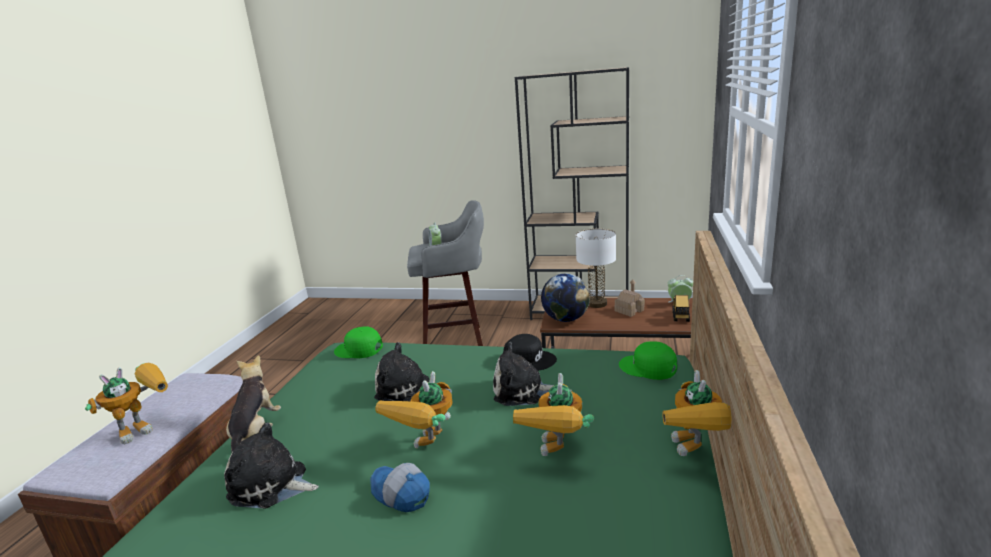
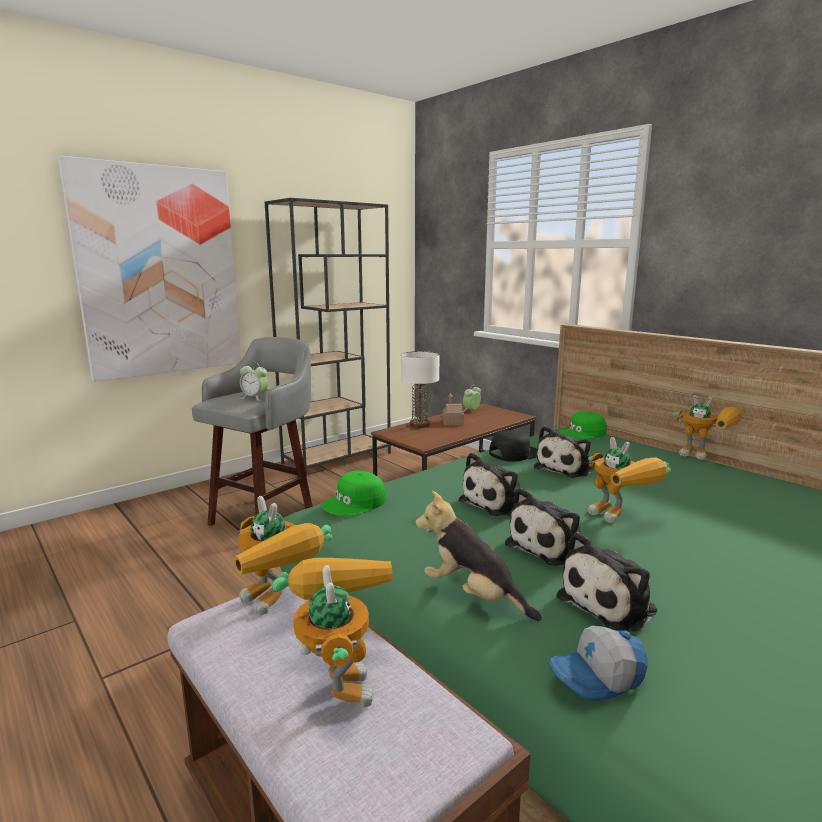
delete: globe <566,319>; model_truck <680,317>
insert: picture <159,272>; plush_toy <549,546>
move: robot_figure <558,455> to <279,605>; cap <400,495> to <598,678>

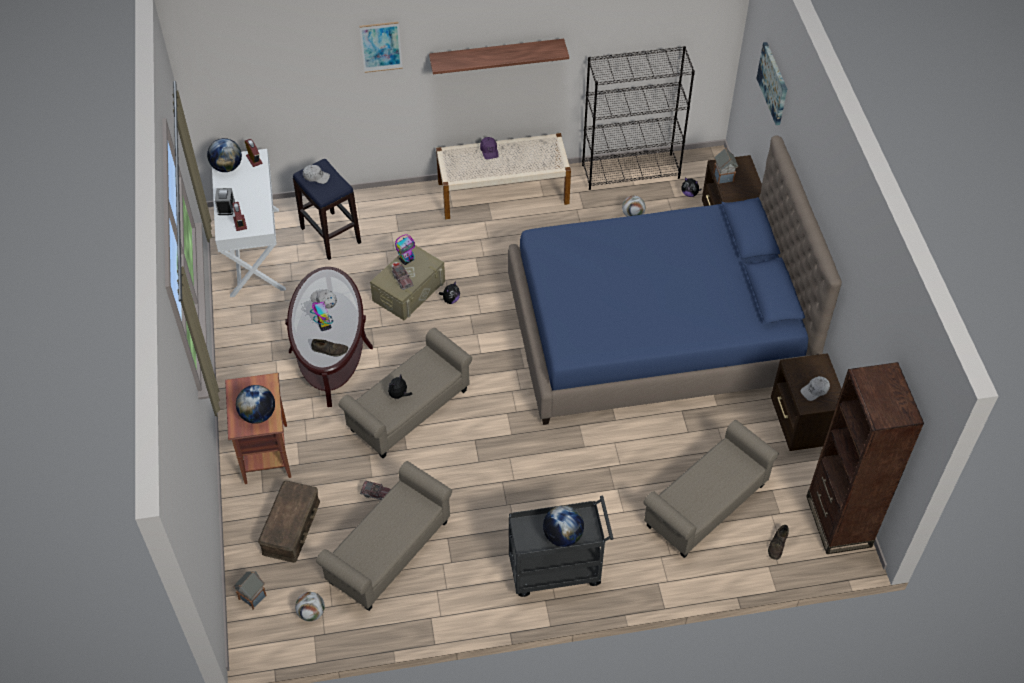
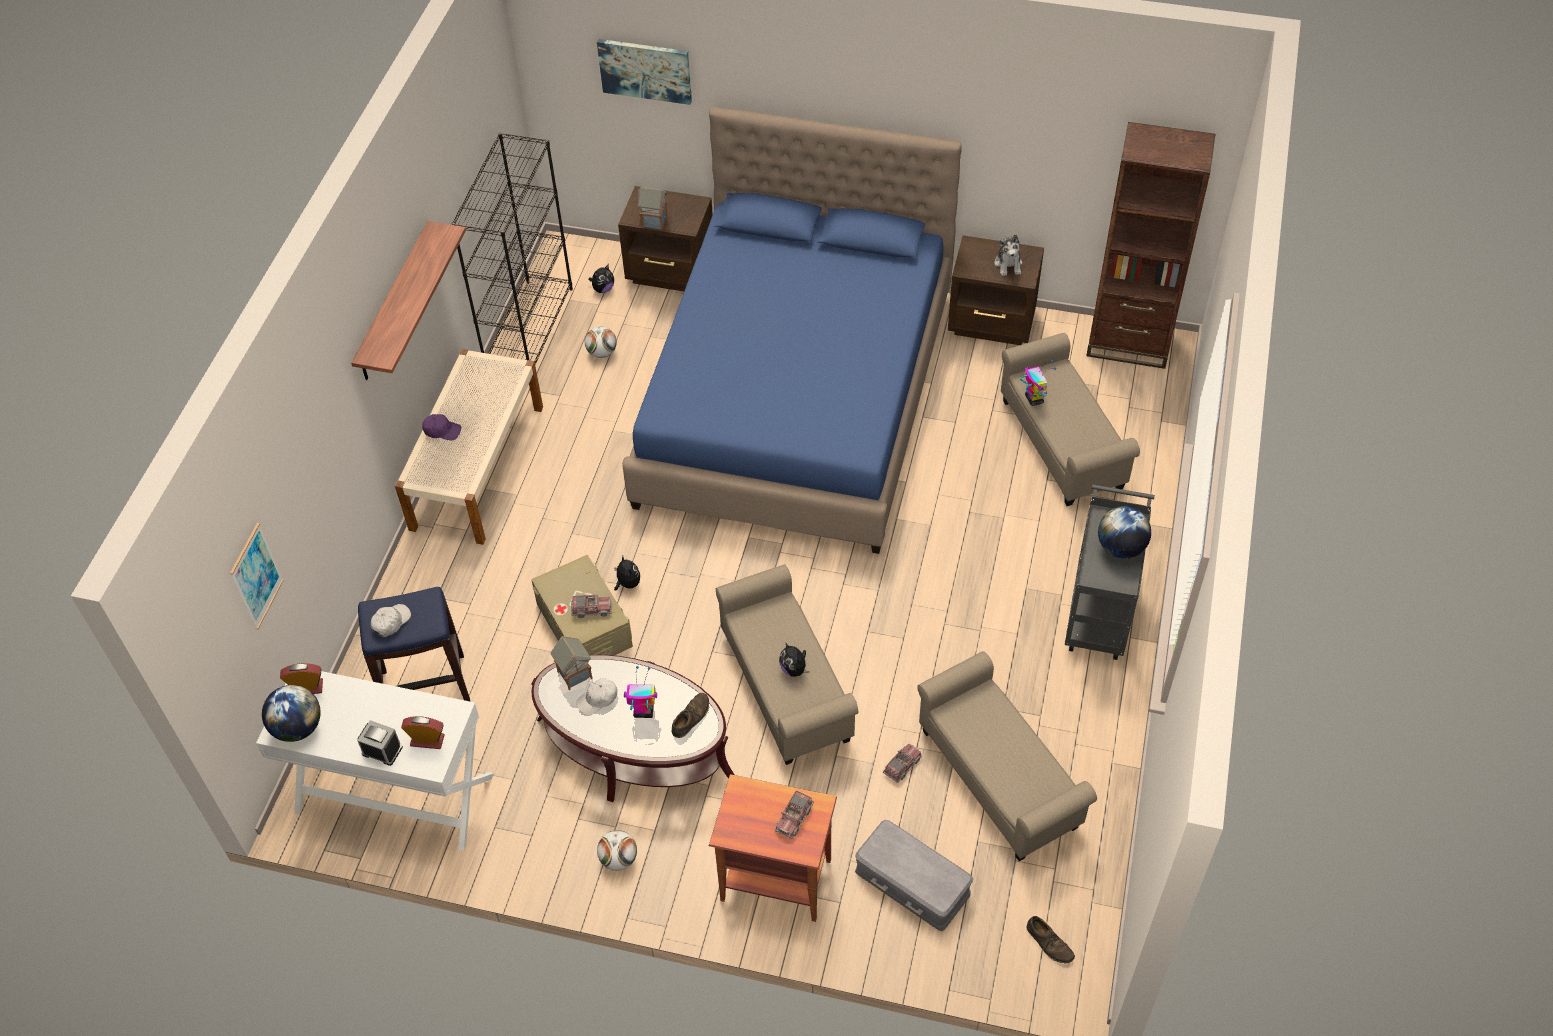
move: picture <381,47> to <256,576>; model_house <253,596> to <574,674>; ball_for_football <311,613> to <618,859>; robot_figure <407,260> to <1033,399>; brownish_shoe <778,544> to <1049,943>
replace: globe <258,415> to model_truck <794,818>; white_cap <815,390> to plush_toy <1008,264>
recolor: brownish_storage_bin <292,527> to gray_storage_bin <913,881>

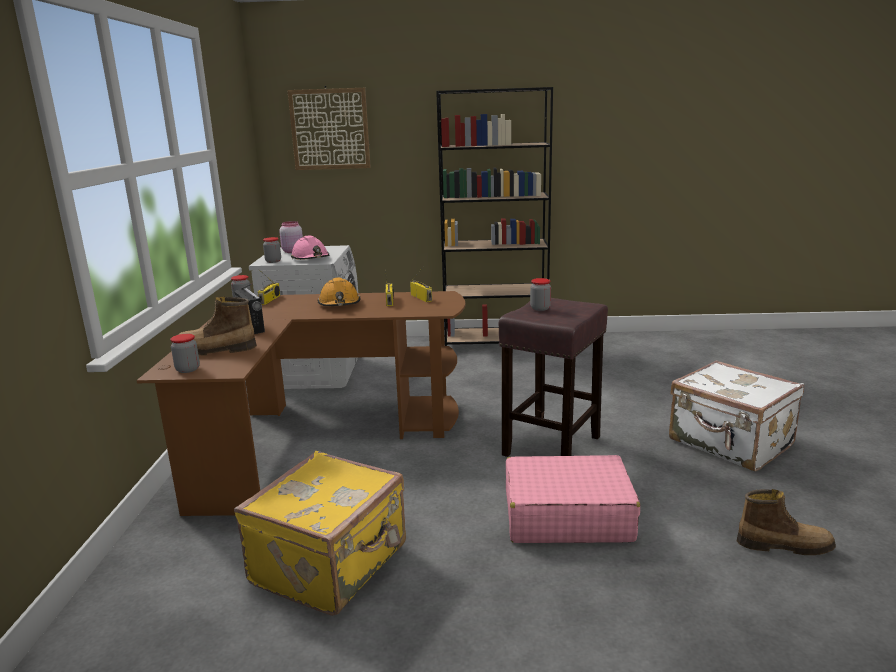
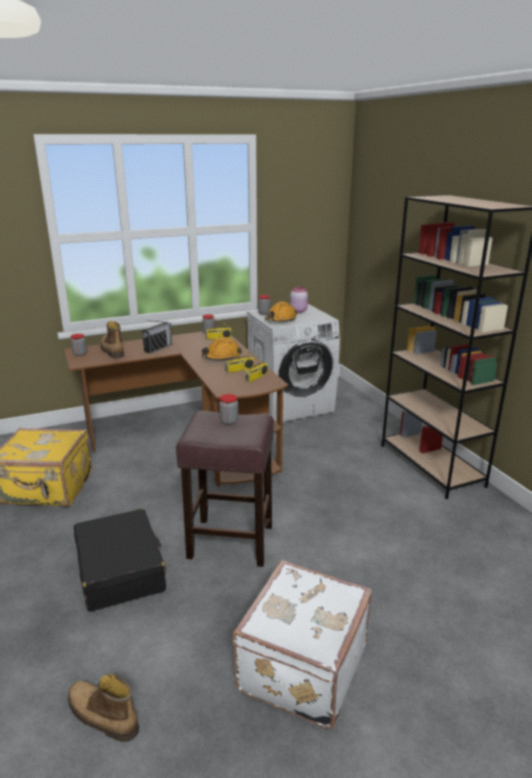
delete: picture <329,128>
recolor: pink_travel_case <566,515> to blackish_travel_case <120,569>; pink_hard_hat <311,259> to orangey_hard_hat <280,320>
rotate: tall_boot <783,545> = <101,717> 135 degrees clockwise

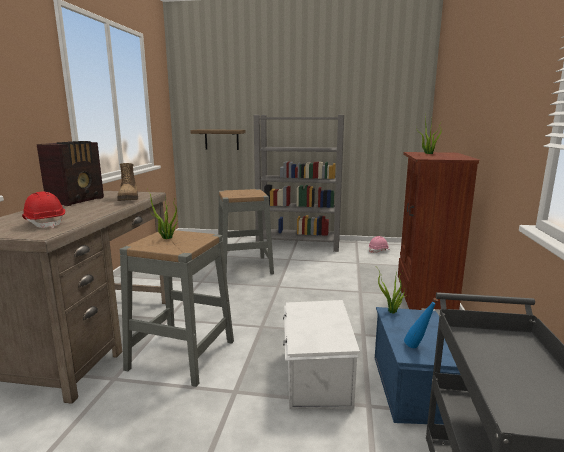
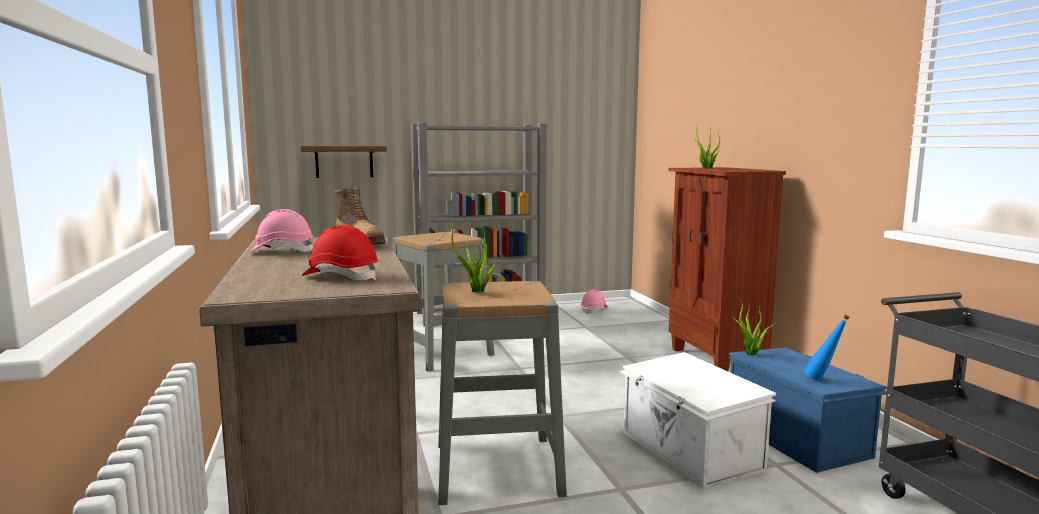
replace: radio <77,200> to pink_hard_hat <282,251>

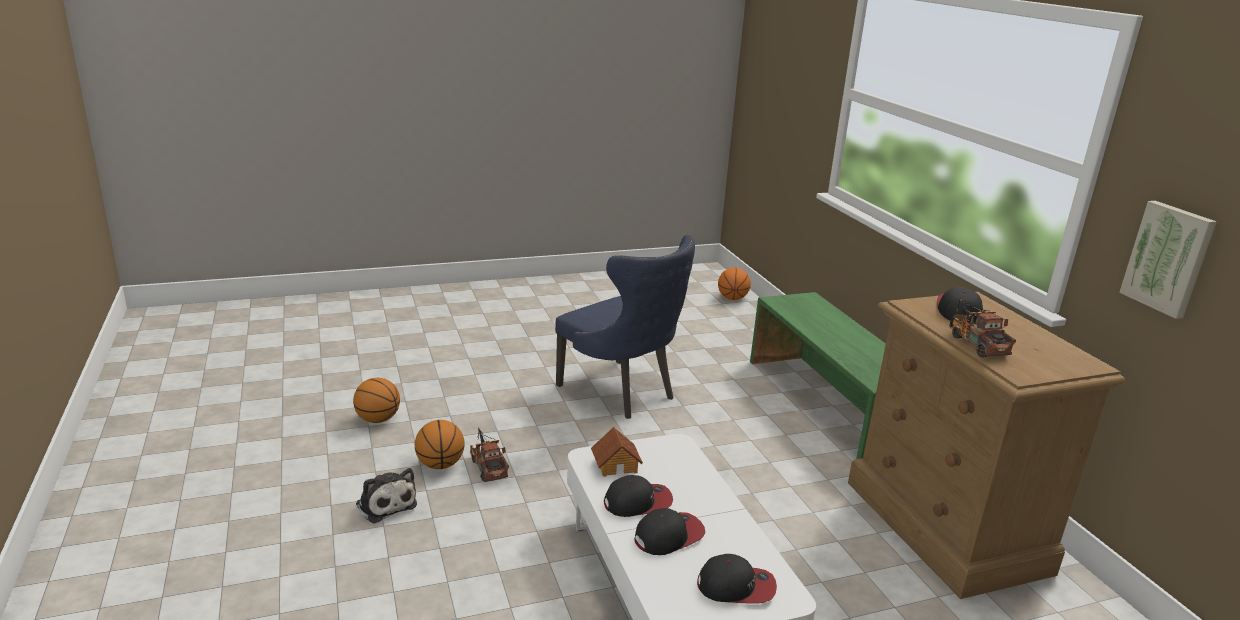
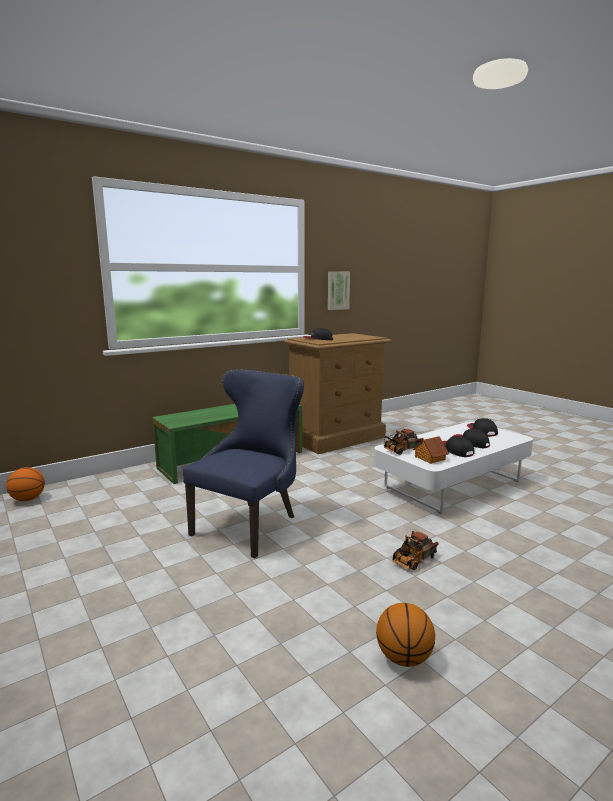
delete: plush_toy <385,503>; ball_for_basketball <440,464>
move: model_truck <975,343> to <401,450>

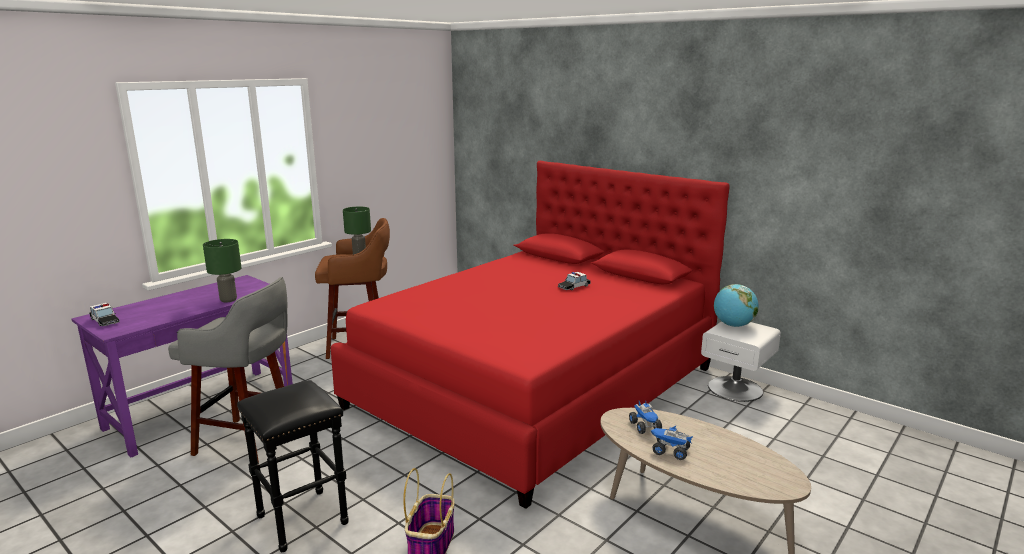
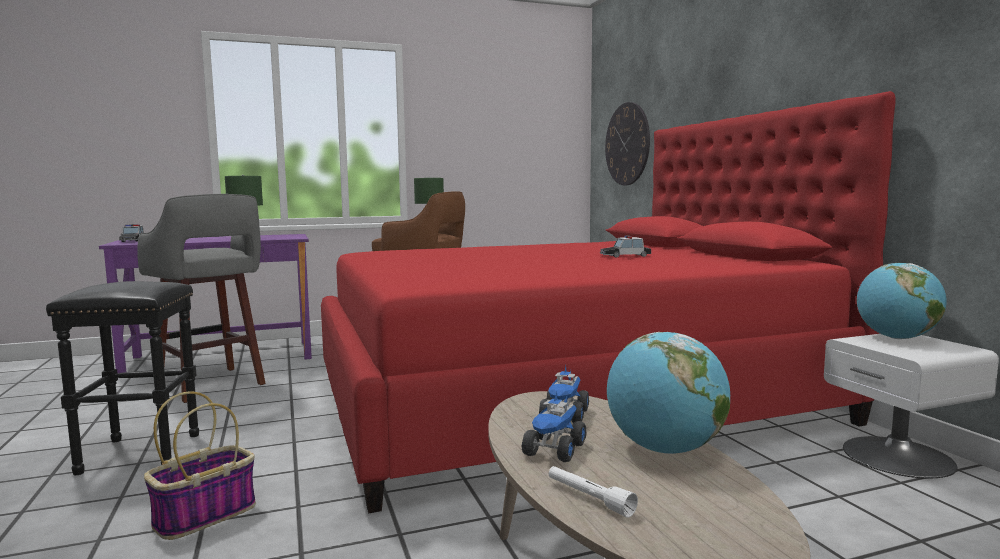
insert: white_hand_torch <589,498>; wall_clock <627,144>; globe <665,450>
rotate: model_truck <670,452> = <555,450> 120 degrees counterclockwise

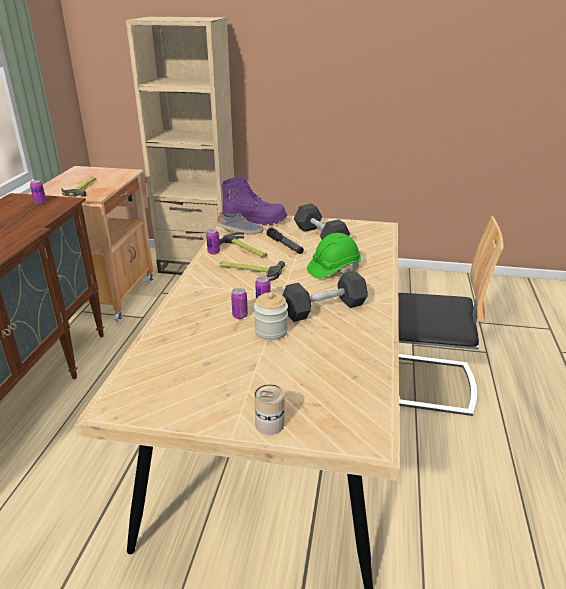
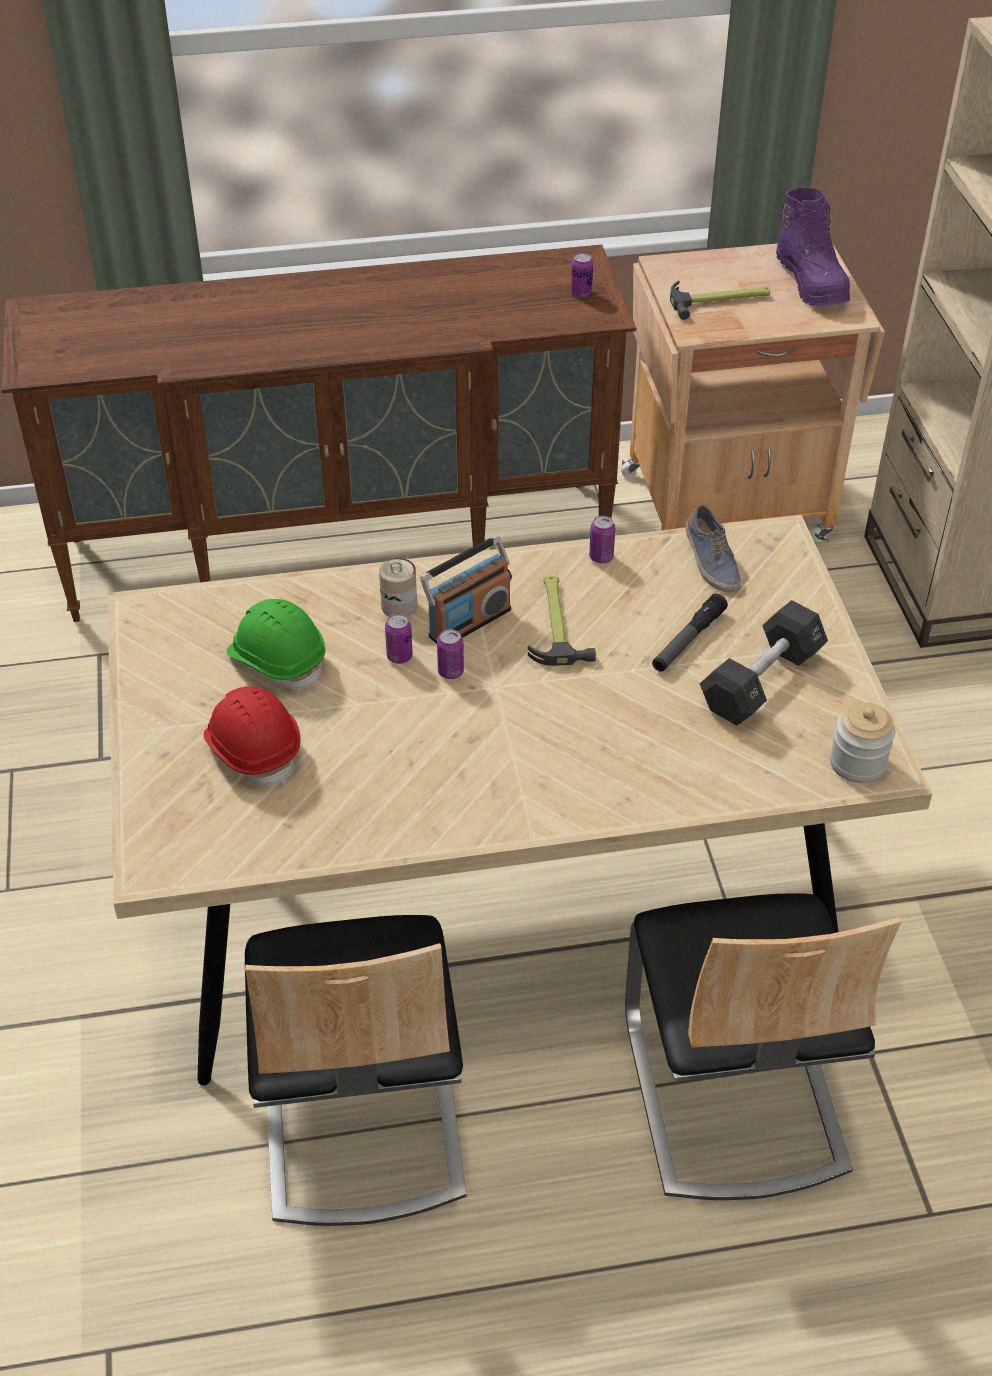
delete: hammer <245,249>; blackish_hand_weight <324,309>
insert: red-coloured_hard_hat <253,749>; upright_chair <359,1115>; radio <469,622>
move: green-coloured_hard_hat <333,269> to <278,660>; can <269,424> to <399,606>; purplish_tall_boot <255,220> to <812,282>; storage_jar <271,331> to <857,763>

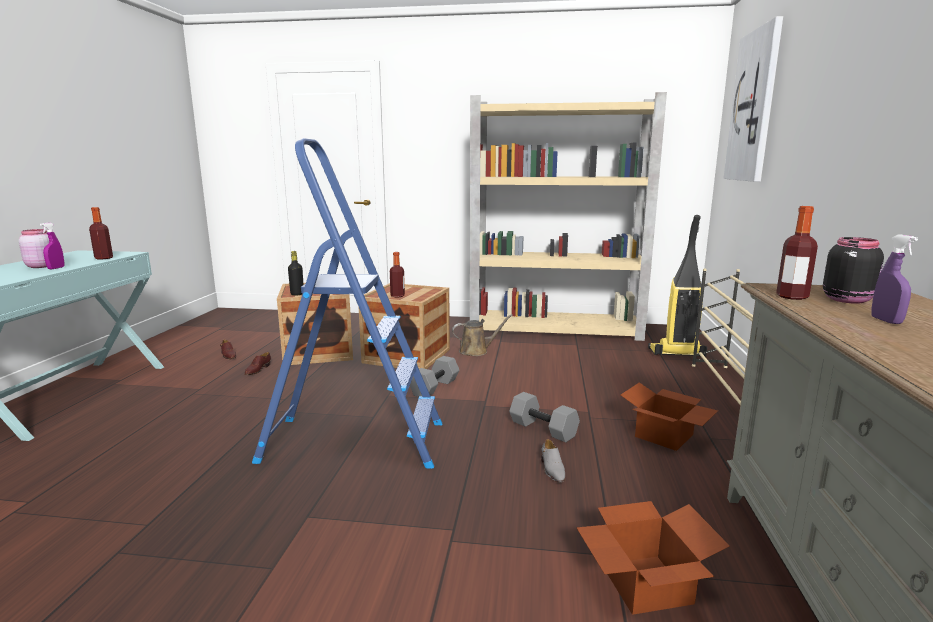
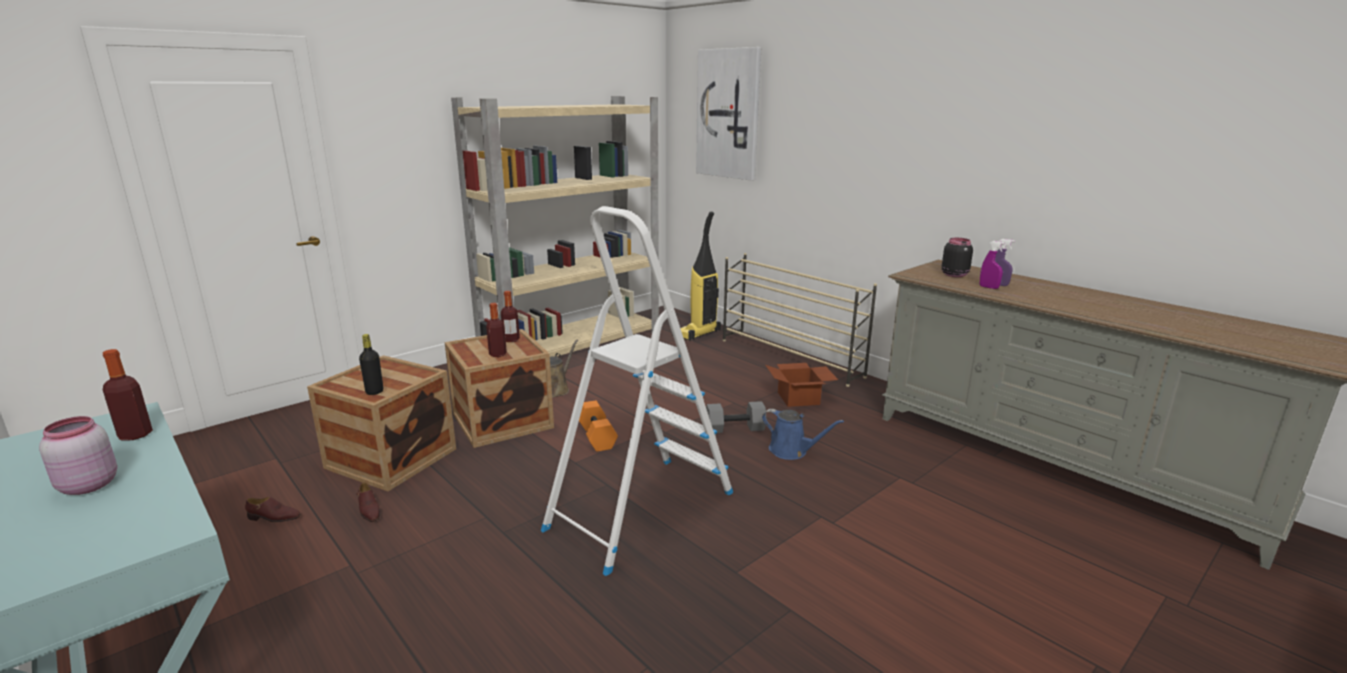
delete: packing_box <643,583>
move: beverage_bottle <792,297> to <511,340>; purplish_sprayer <56,268> to <988,287>
replace: gray_shoe <552,469> to blue_watering_can <791,451>
recolor: blue_step_stool <355,442> to white_step_stool <642,510>; gray_hand_weight <434,387> to orangey_hand_weight <595,436>

